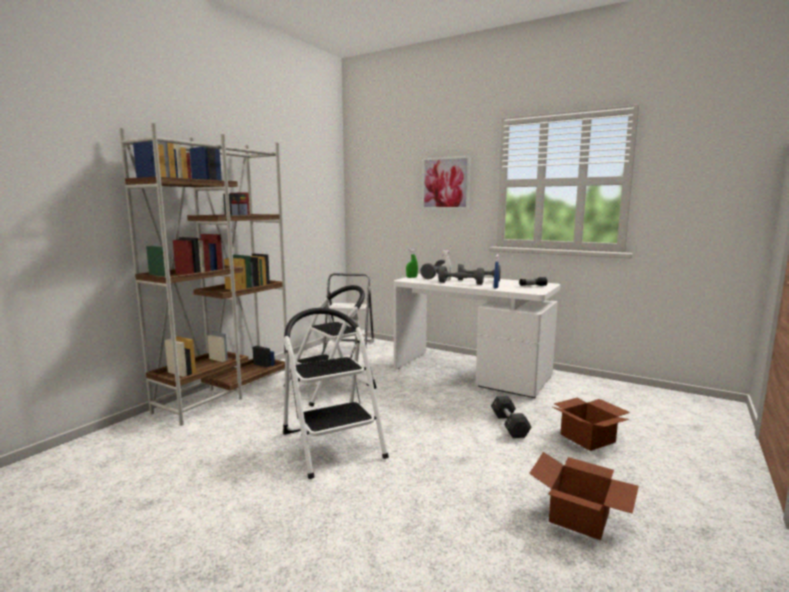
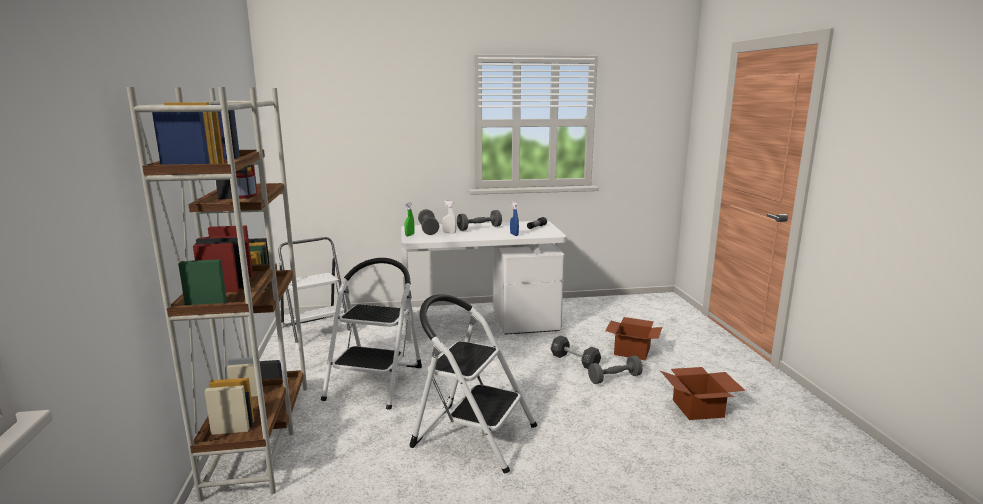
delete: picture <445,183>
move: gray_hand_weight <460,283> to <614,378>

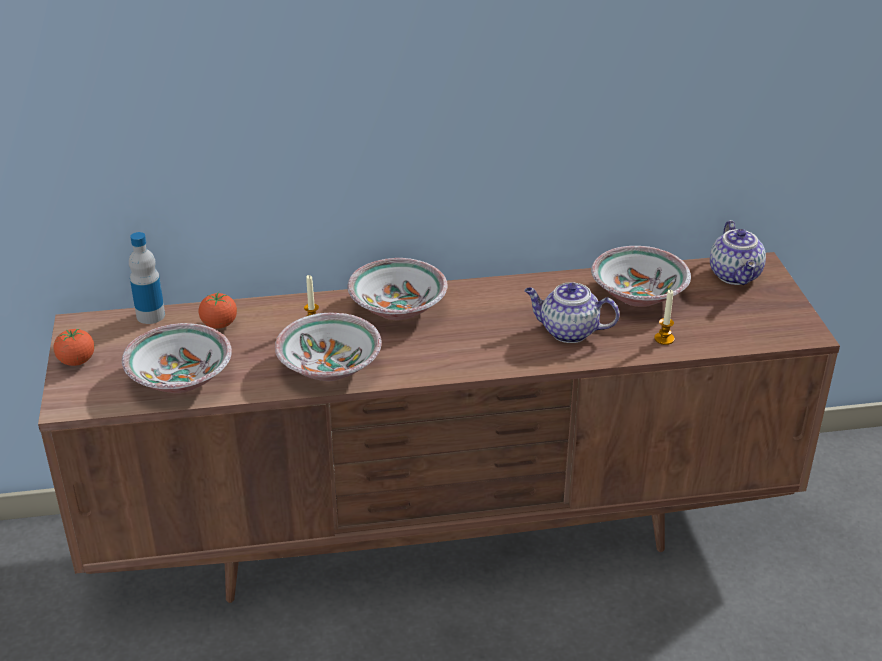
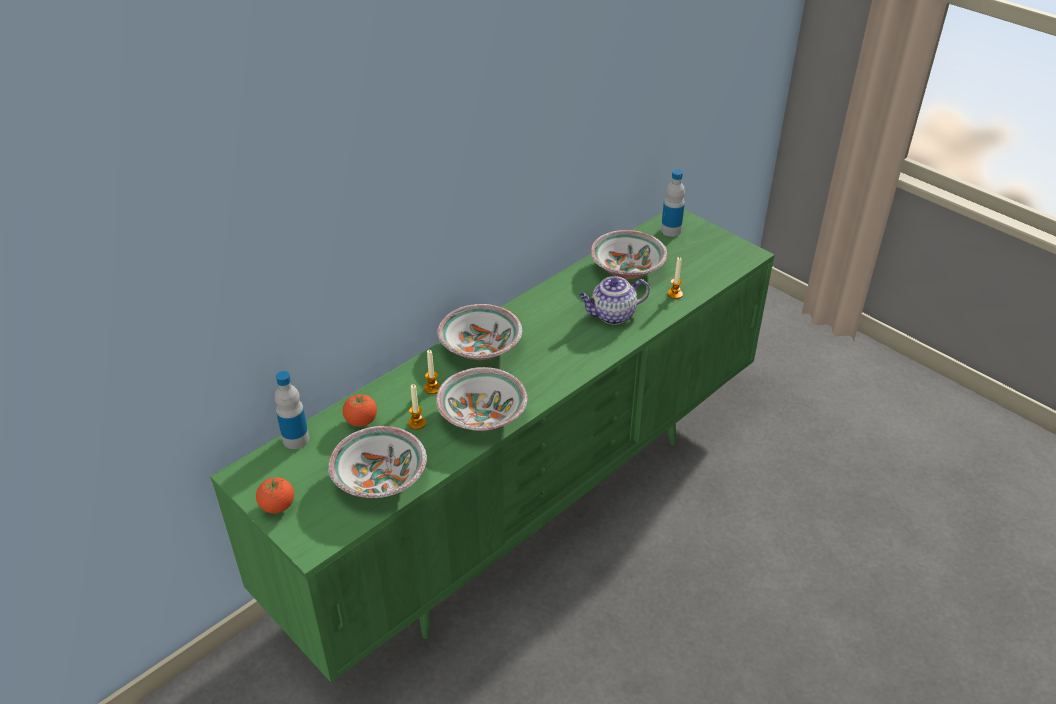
insert: wax_candle <417,423>
replace: pot_for_tea <736,276> to beverage_bottle <671,230>
recolor: brownish_storage_cabinet <443,531> to green-coloured_storage_cabinet <528,503>

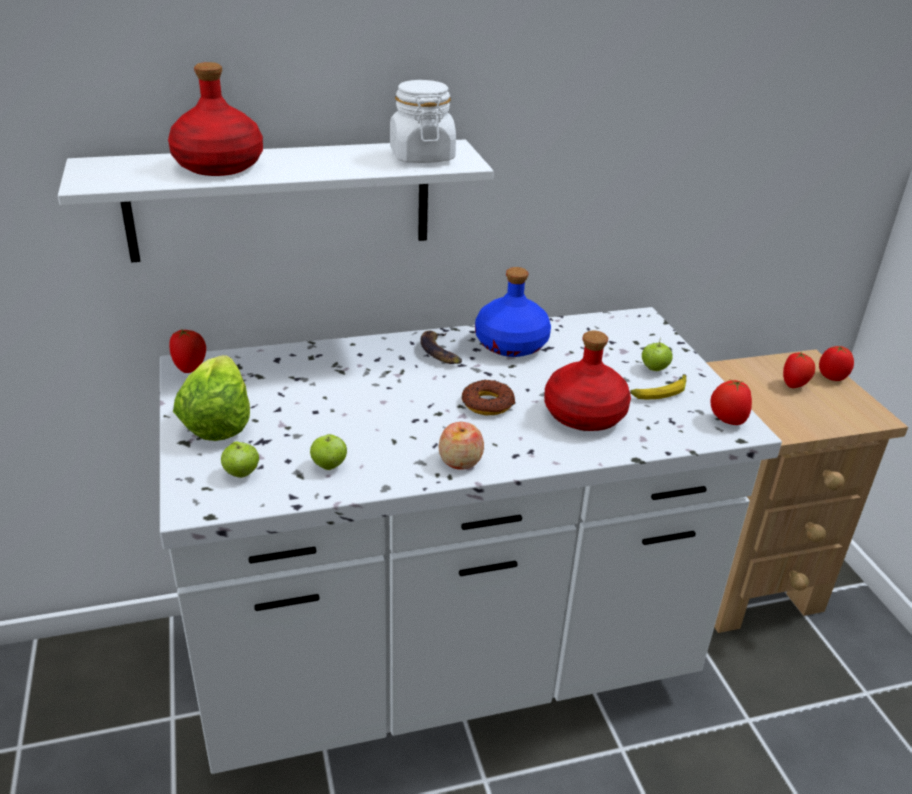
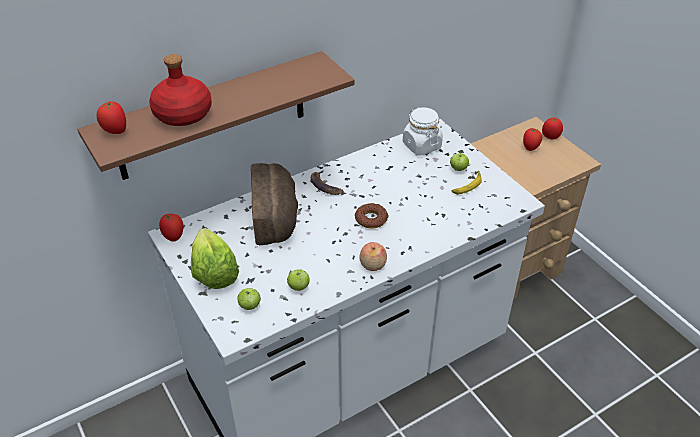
delete: blue_beverage_bottle <510,344>; red-coloured_beverage_bottle <585,415>
insert: baked_bread <276,217>
move: whole_tomato <726,420> to <115,131>; white_storage_jar <421,156> to <421,145>
recolor: white_wall_shelf <280,200> to brownish_wall_shelf <212,117>

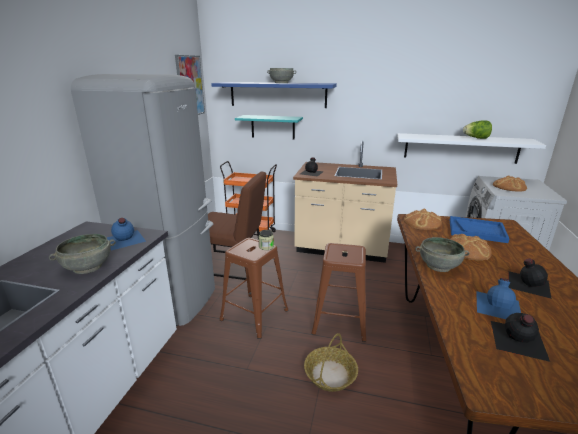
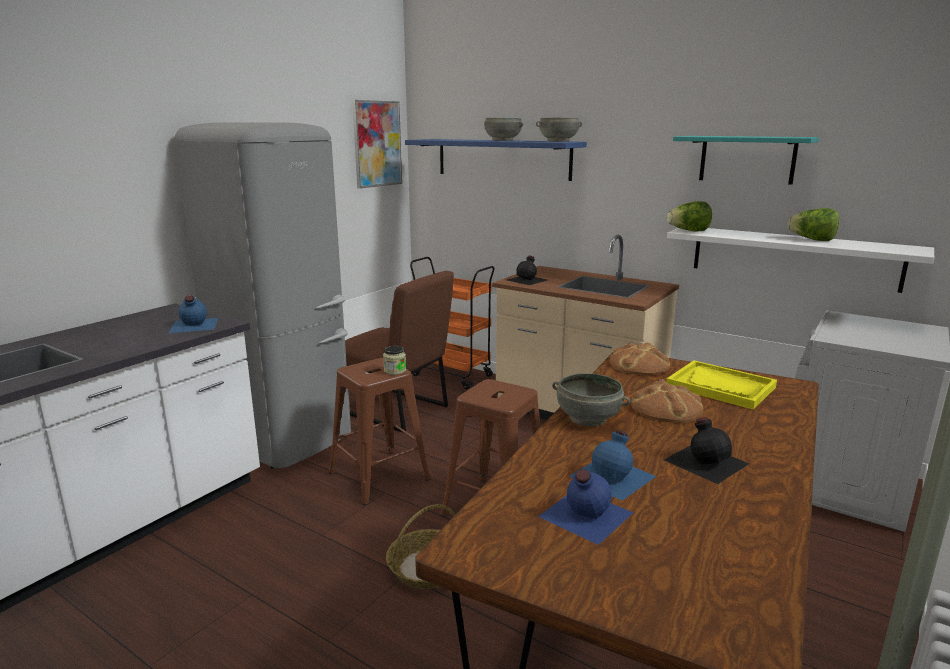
delete: baked_bread <509,187>
insert: lettuce_head <689,231>
move: gray_bowl <88,267> to <558,141>; blue-green_wall_shelf <273,127> to <747,159>
recolor: blackish_beverage_bottle <517,340> to blue_beverage_bottle <584,514>; blue_carrying_tray <477,230> to yellow_carrying_tray <721,387>

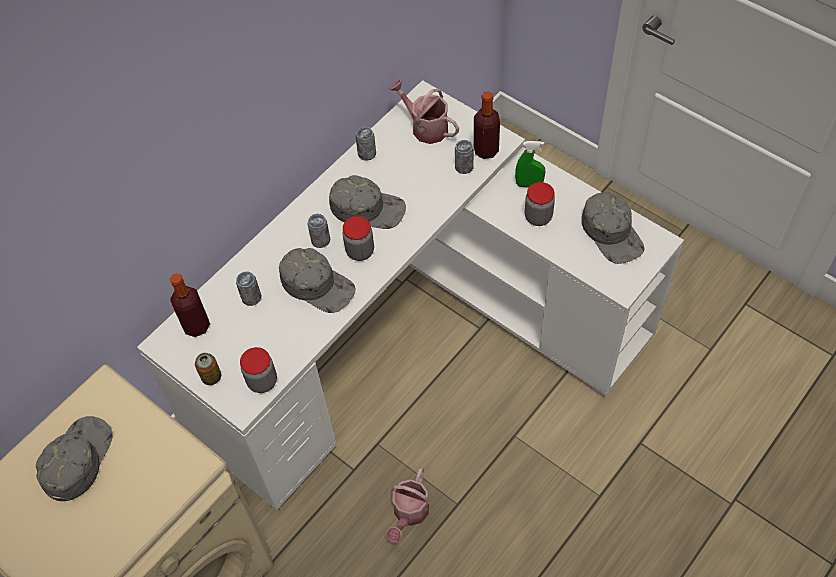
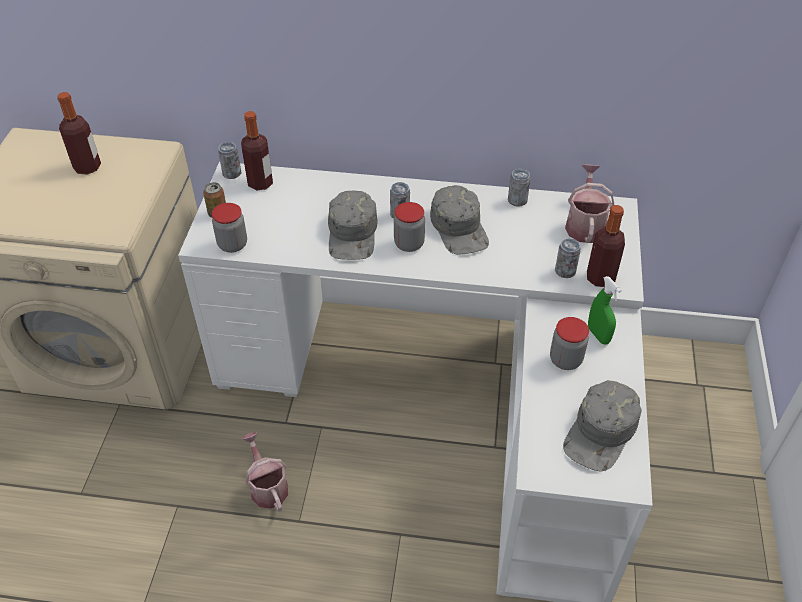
move: can <251,298> to <232,173>
replace: gray_cap <77,459> to beverage_bottle <87,167>
rotate: watering_can <409,514> = <267,486> 75 degrees clockwise

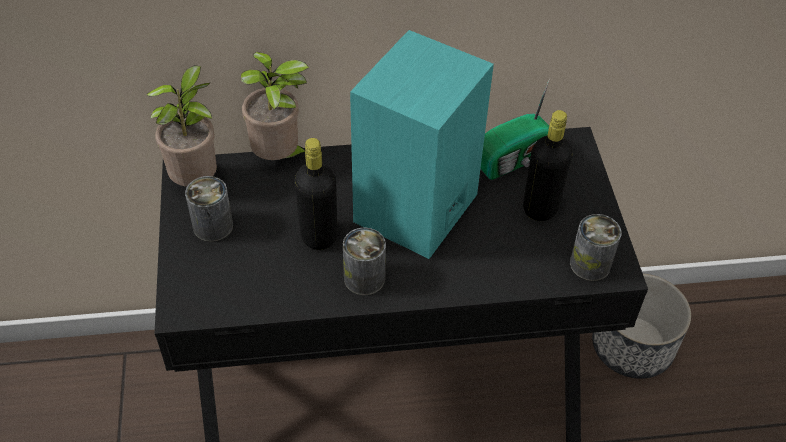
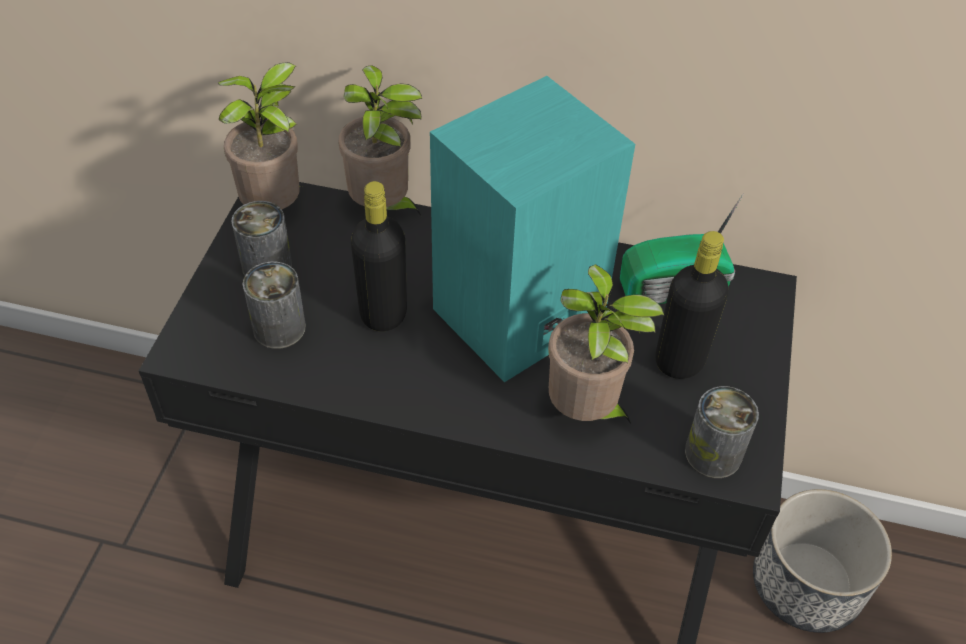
insert: potted_plant <586,412>
move: can <364,278> to <279,328>

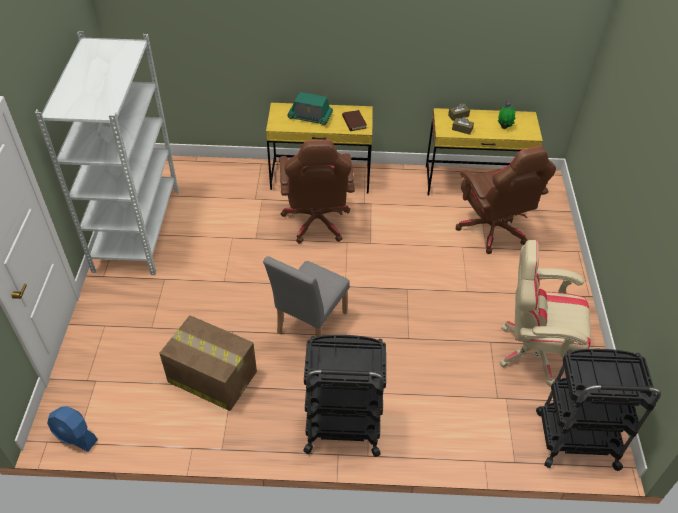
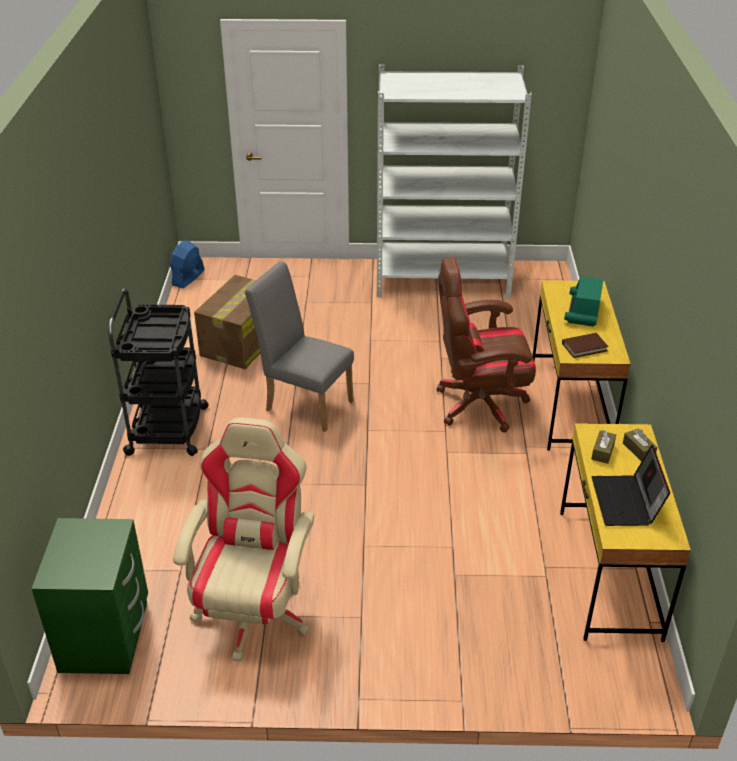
delete: brownish_computer_chair <491,229>
replace: blackish_cart <576,439> to green-coloured_nightstand <106,636>; potted_plant <504,127> to laptop <626,502>

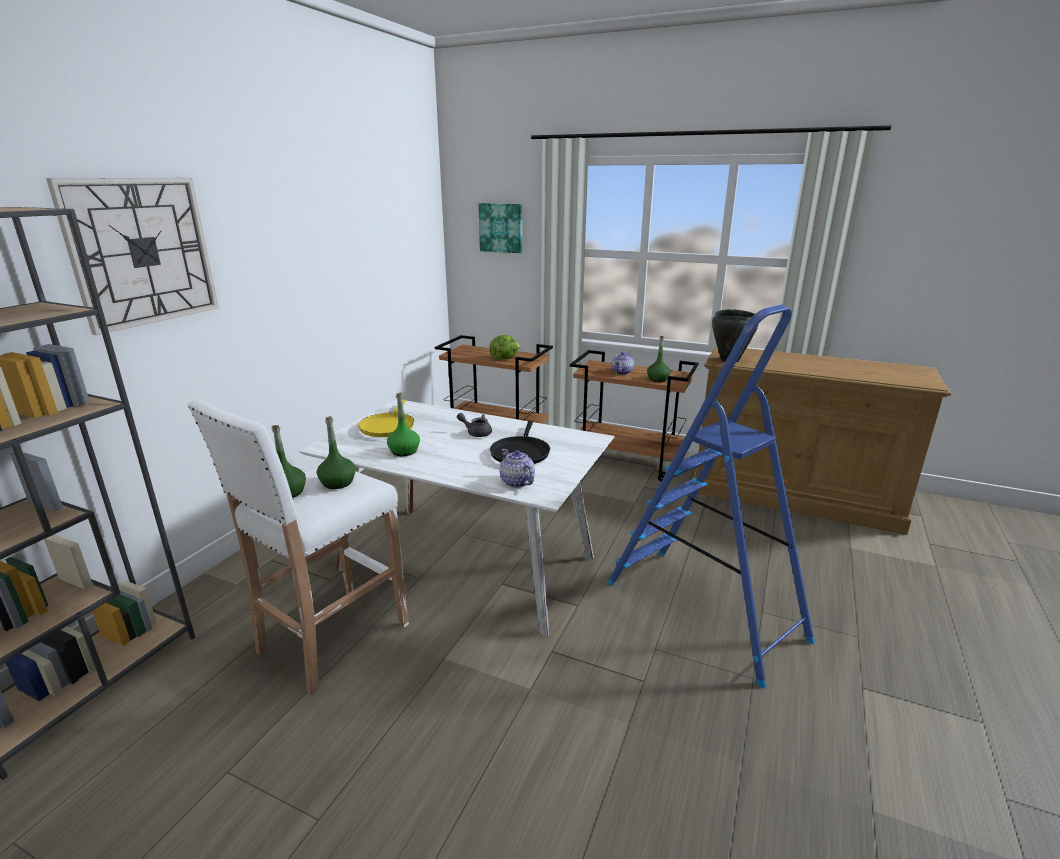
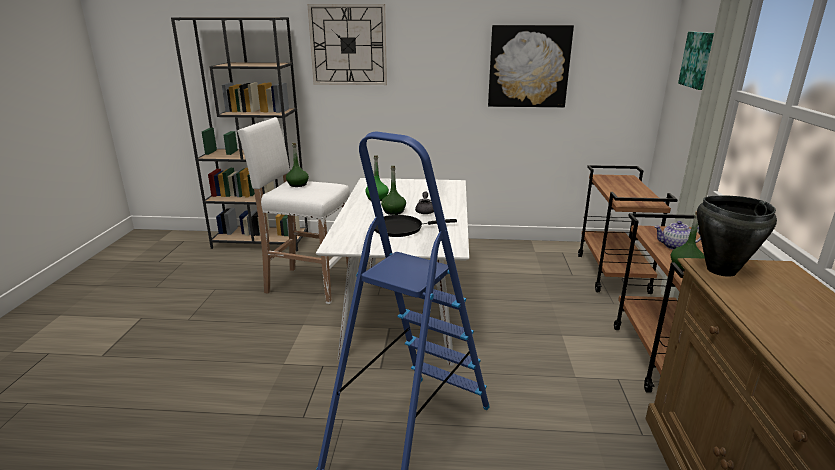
delete: yellow_skillet <388,426>; lettuce_head <505,359>; pot_for_tea <516,482>
insert: picture <528,66>
move: green-coloured_beverage_bottle <337,482> to <393,211>

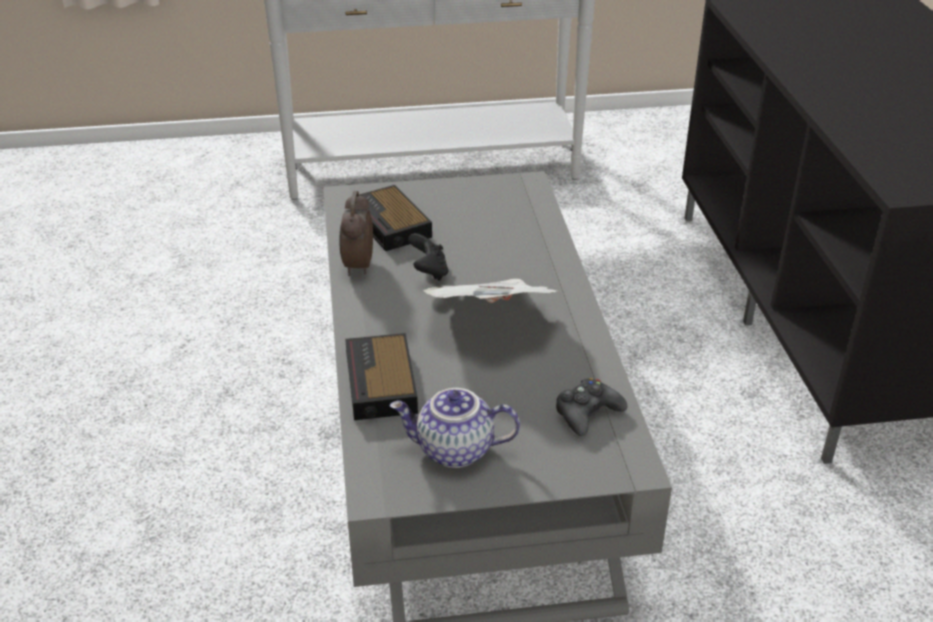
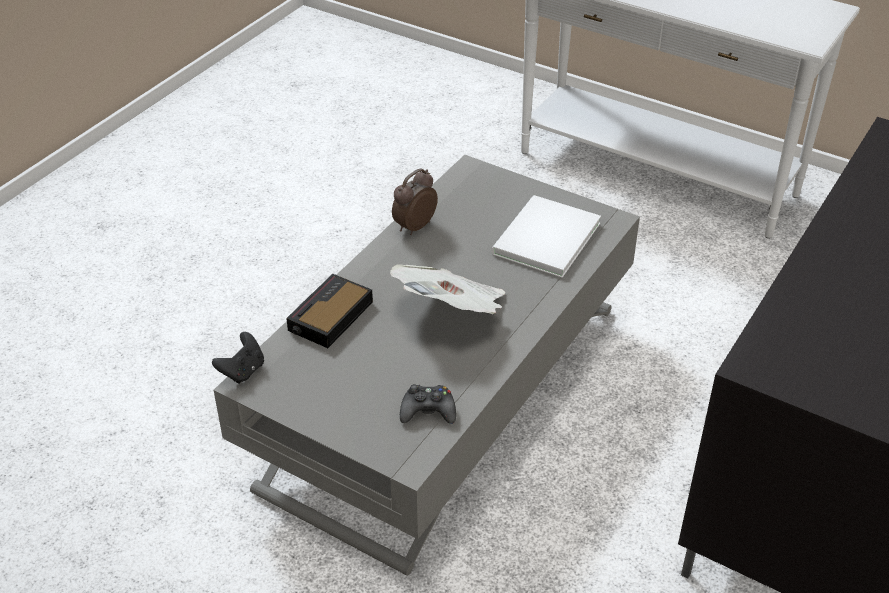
delete: bedside_clock <391,225>; pot_for_tea <454,451>
insert: white_bound_book <542,239>
move: blackish_joypad <429,272> to <242,371>

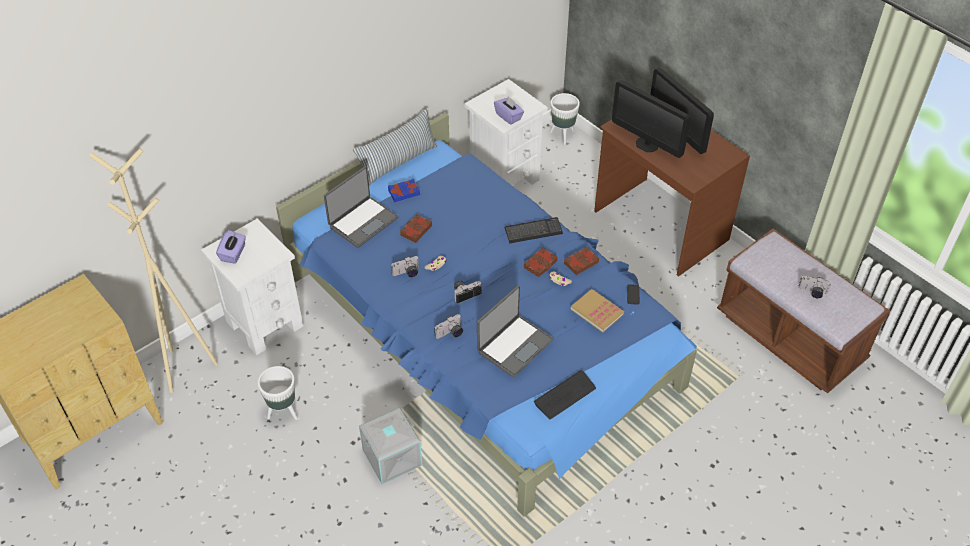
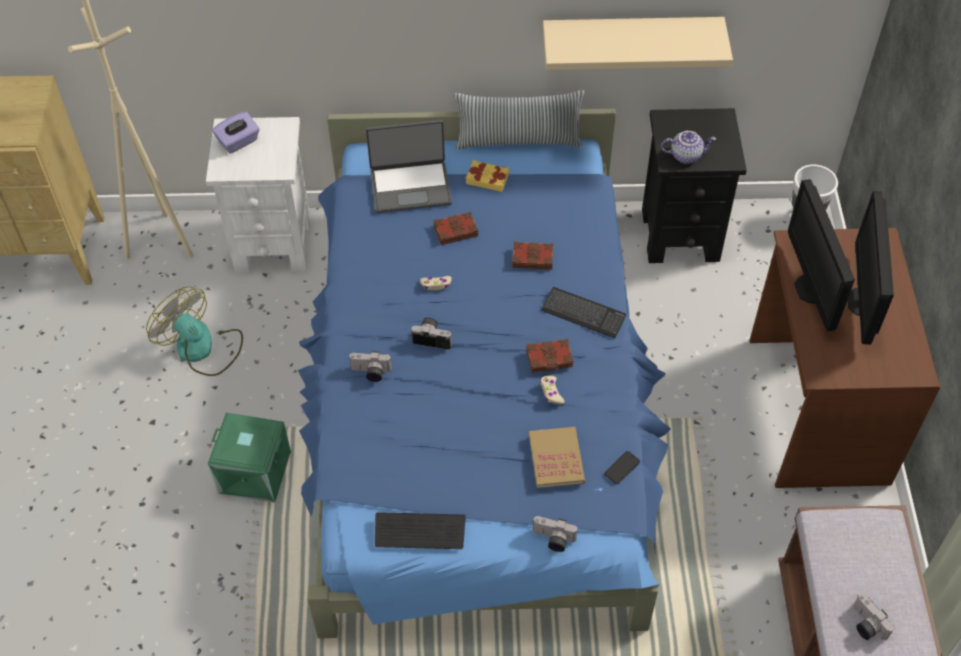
delete: laptop <514,345>
insert: sand-coloured_wall_shelf <631,38>
move: brownish_bound_book <580,262> to <532,258>; photo_camera <407,273> to <553,540>
replace: white_planter <283,412> to cooling_fan <202,349>; purplish_tissue_holder <508,116> to pot_for_tea <686,155>
recolor: gray_storage_bin <392,458> to green-coloured_storage_bin <254,474>; blue_bound_book <404,192> to yellow_bound_book <487,178>; white_nightstand <506,178> to blackish_nightstand <681,236>

